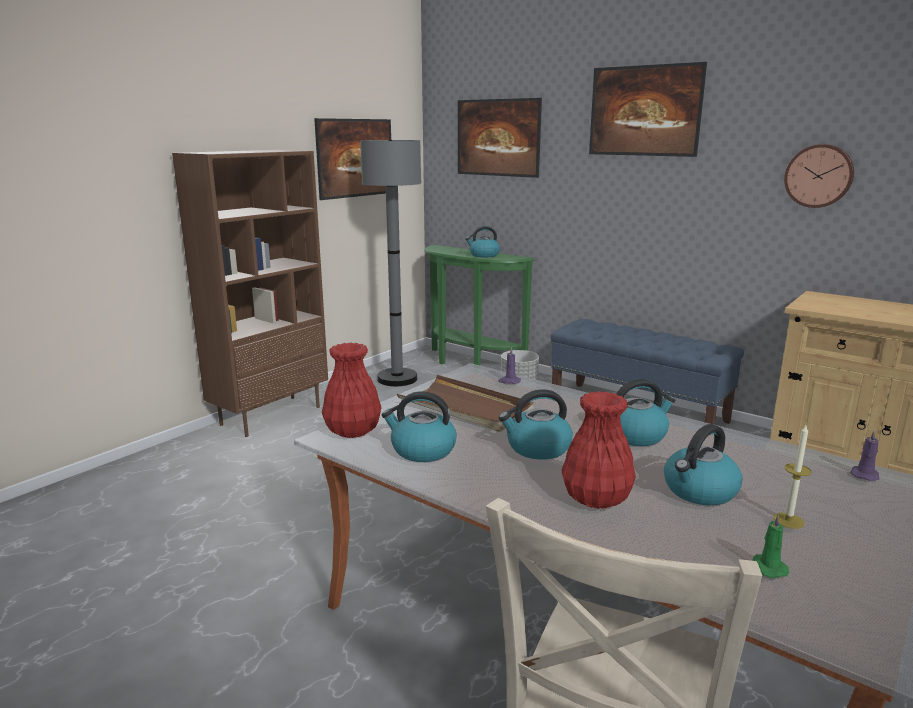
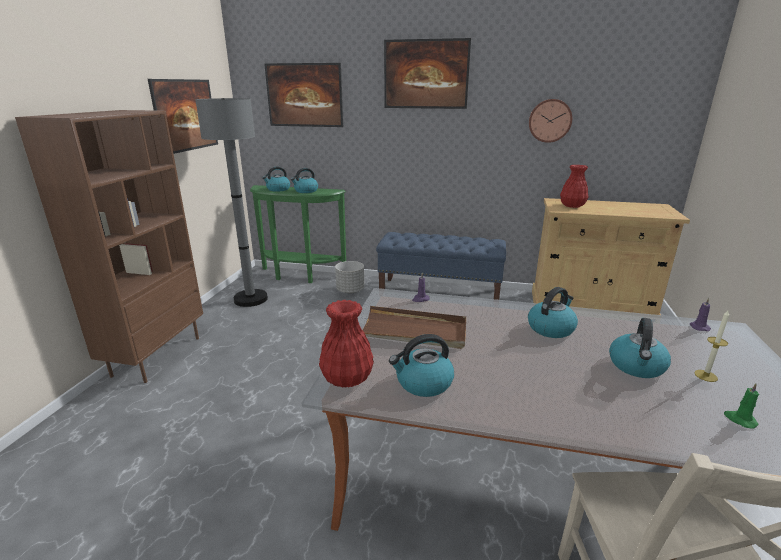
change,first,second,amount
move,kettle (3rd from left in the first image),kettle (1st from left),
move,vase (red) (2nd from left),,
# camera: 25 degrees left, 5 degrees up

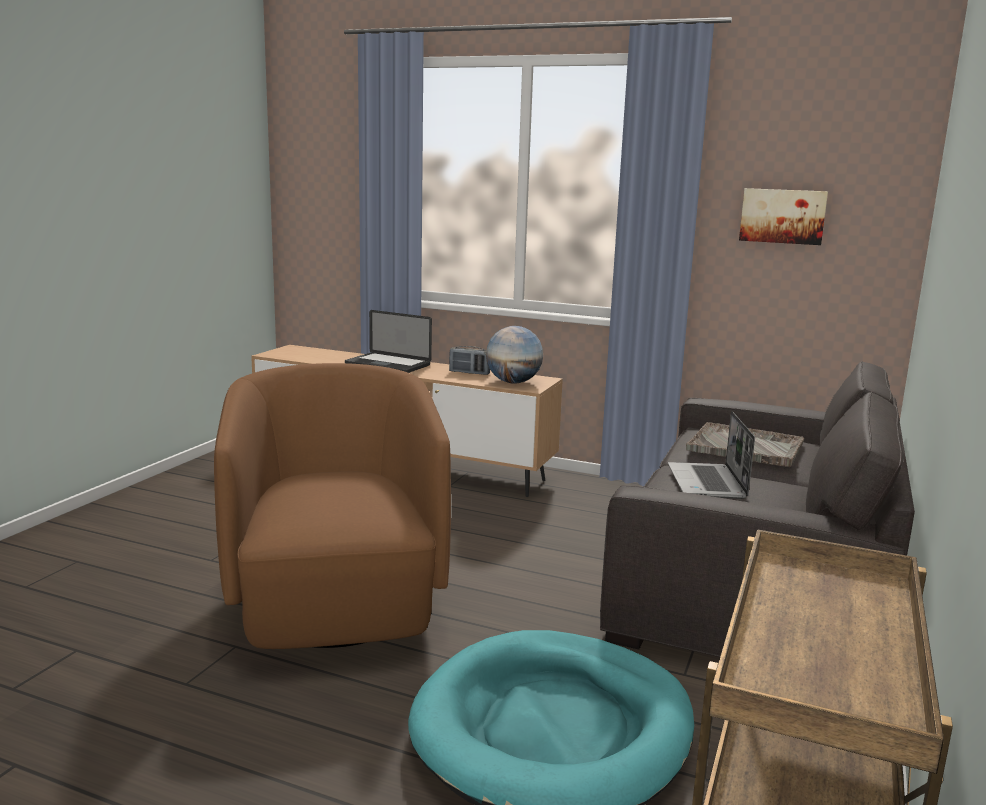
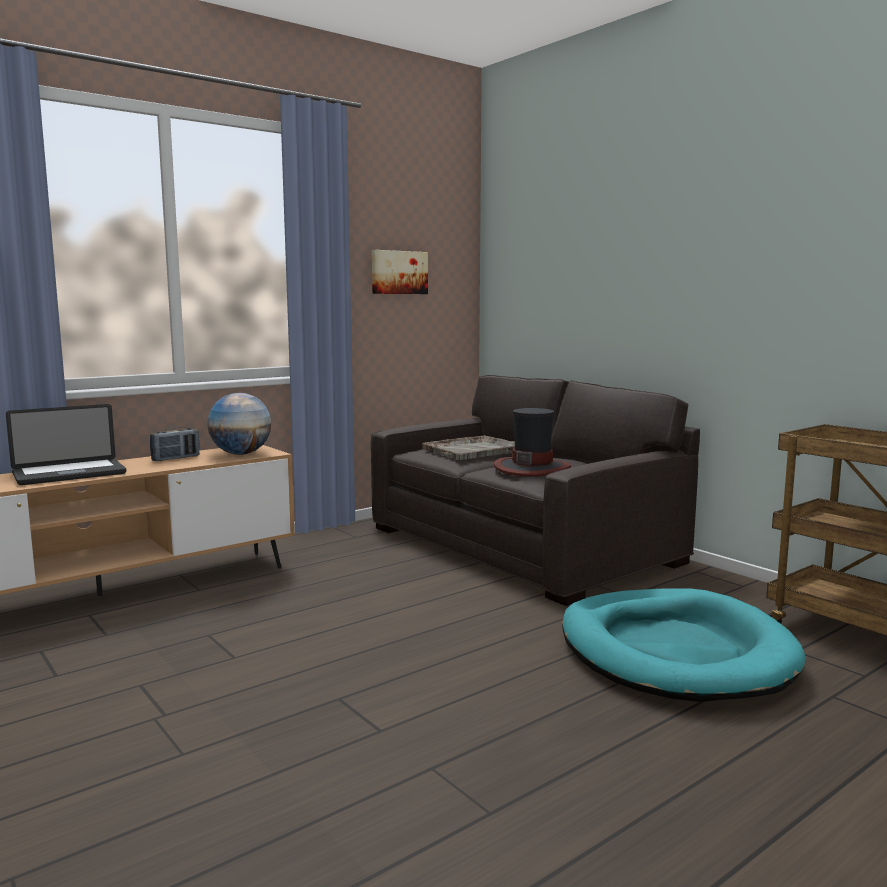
change,first,second,amount
delete,armchair (brown),,
replace,laptop (2nd from left),hat,
# camera: 60 degrees left, 5 degrees down

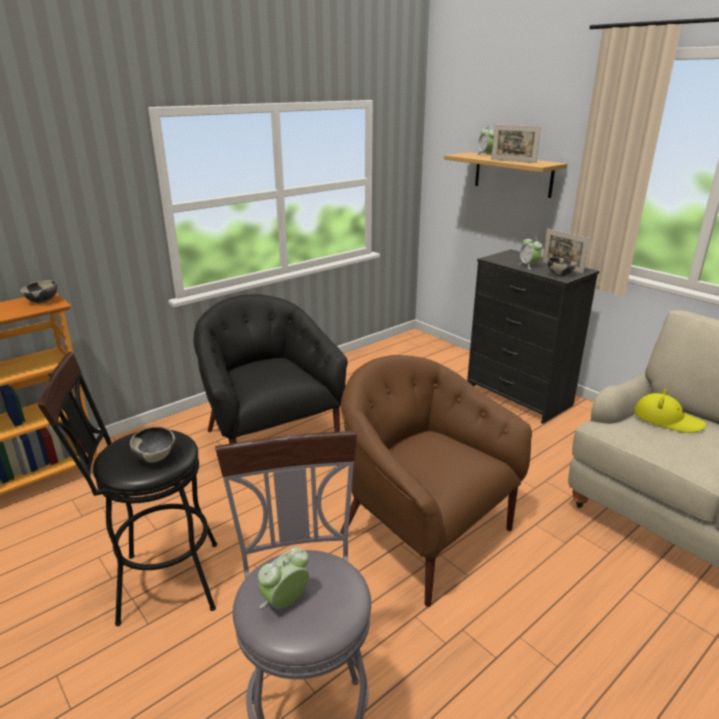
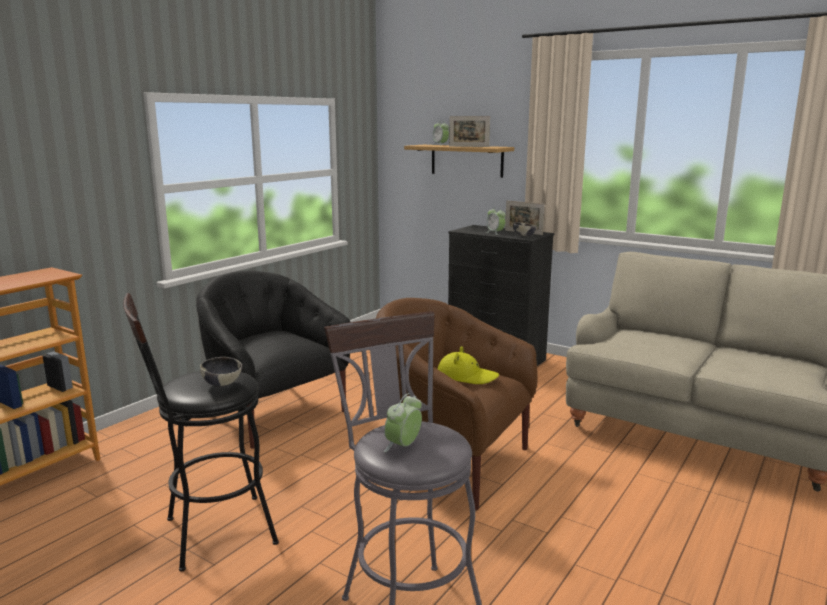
change,first,second,amount
delete,bowl (1st from left),,
move,hat (yellow),,
# camera: 15 degrees left, 10 degrees down

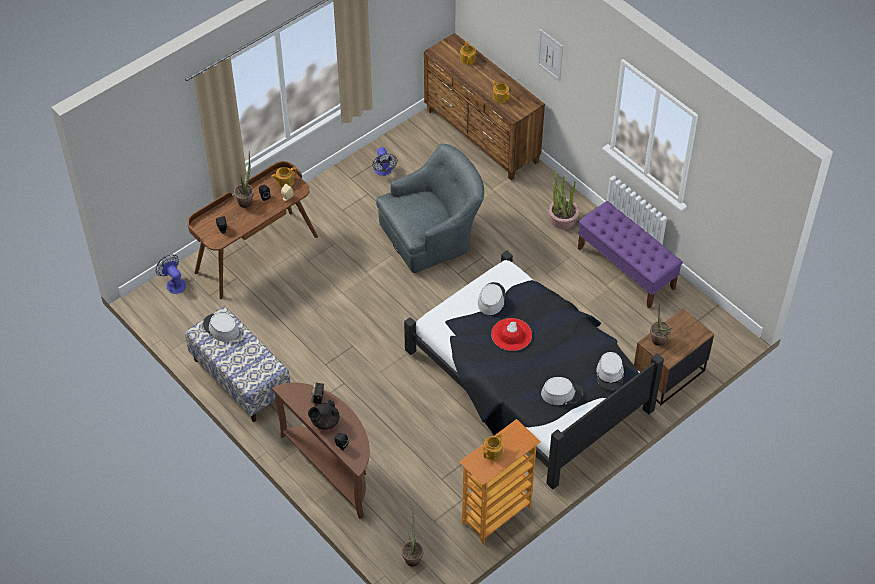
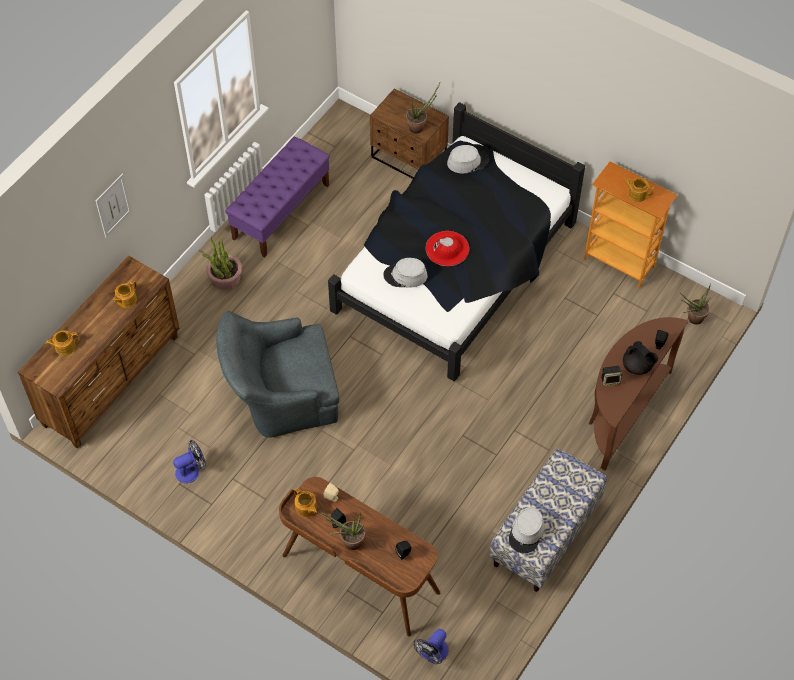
change,first,second,amount
rotate,armchair (grey),,60 degrees counterclockwise
delete,hat (grey) (3rd from left),,
# camera: 105 degrees left, 5 degrees up

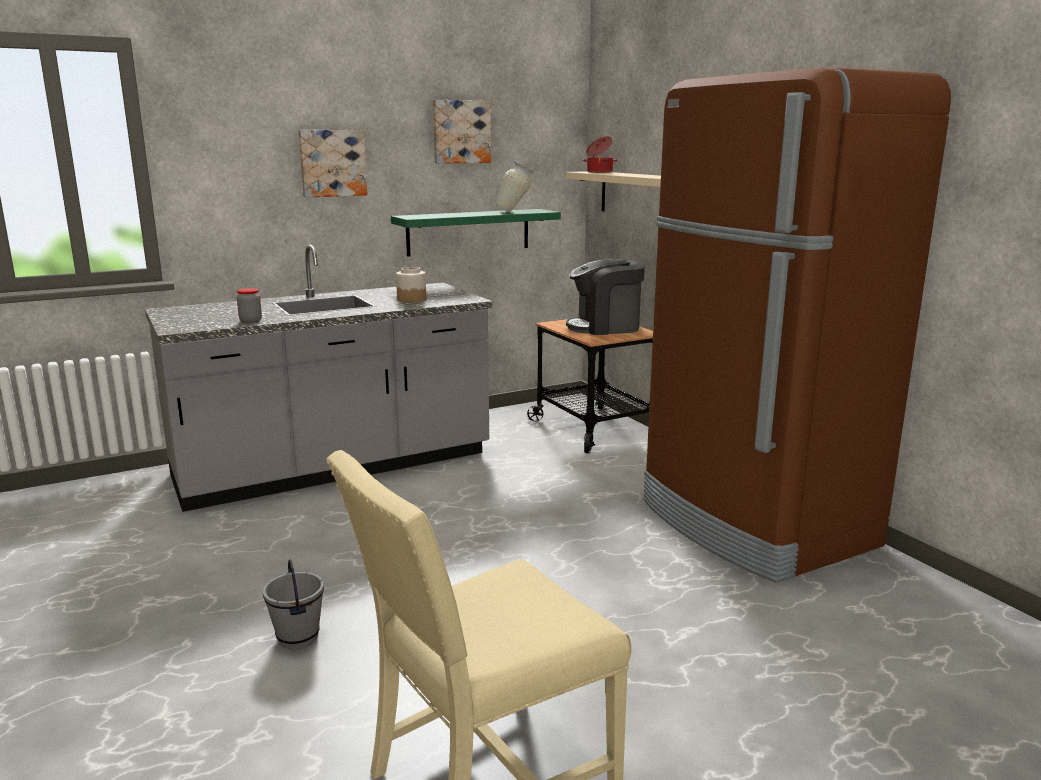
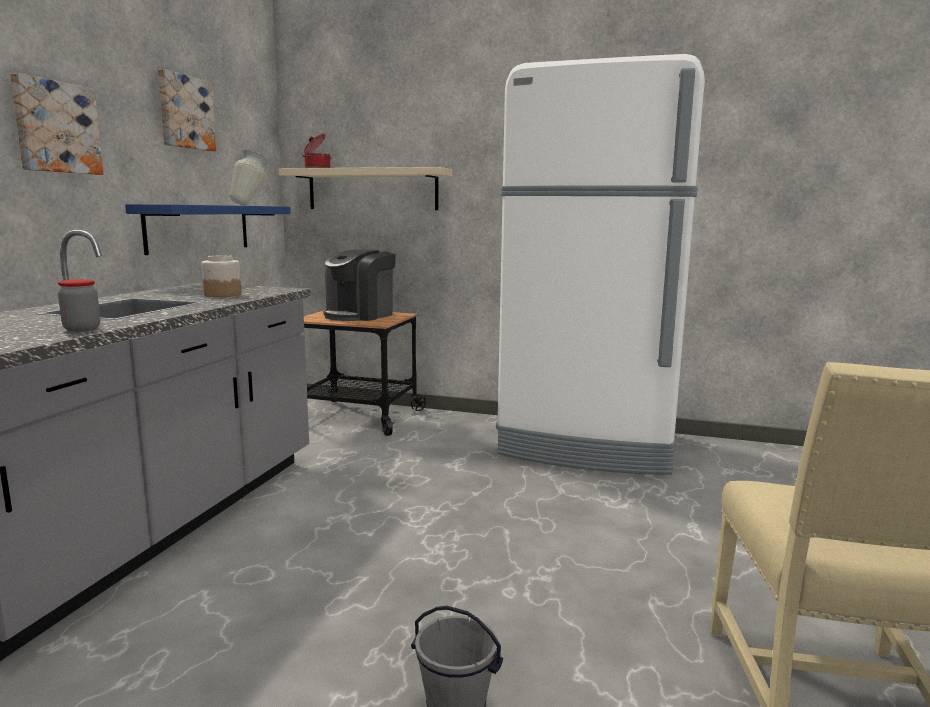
change,first,second,amount
recolor,shelf (green),shelf (blue),
recolor,fridge (brown),fridge (white),
# camera: 45 degrees left, 5 degrees down

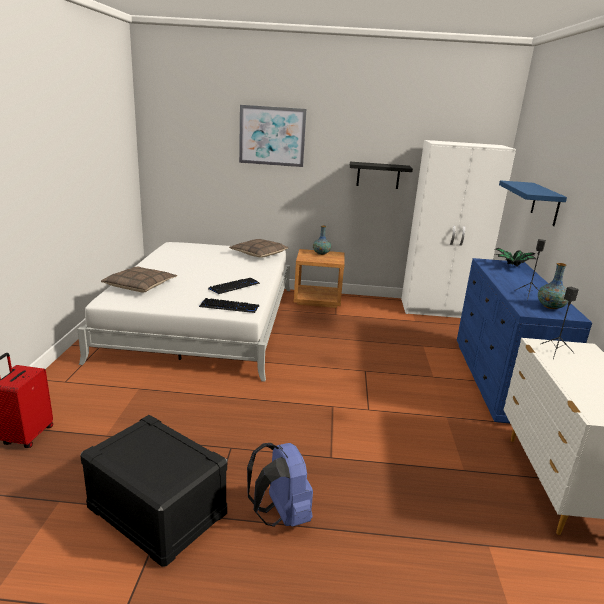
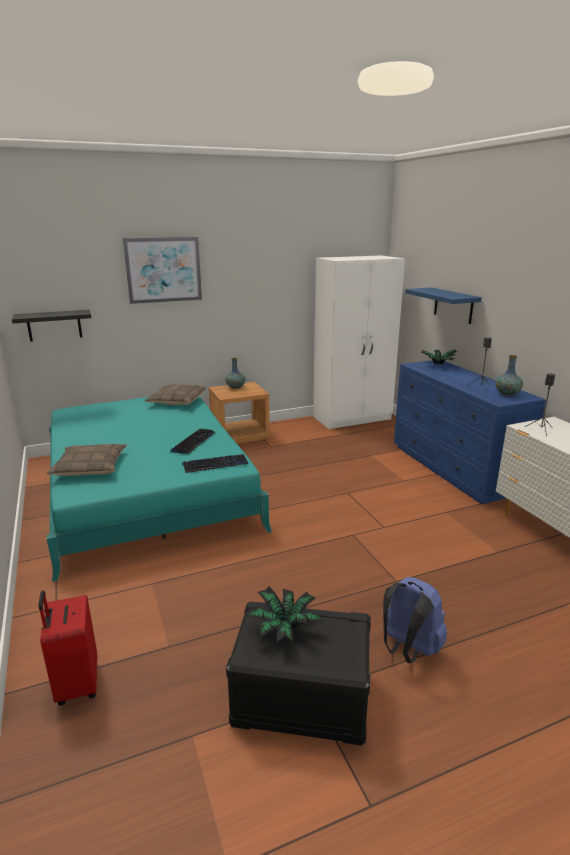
change,first,second,amount
recolor,bed (white),bed (turquoise),
move,shelf (black),,
insert,,potted plant (1st from left),
# camera: 25 degrees left, 0 degrees up

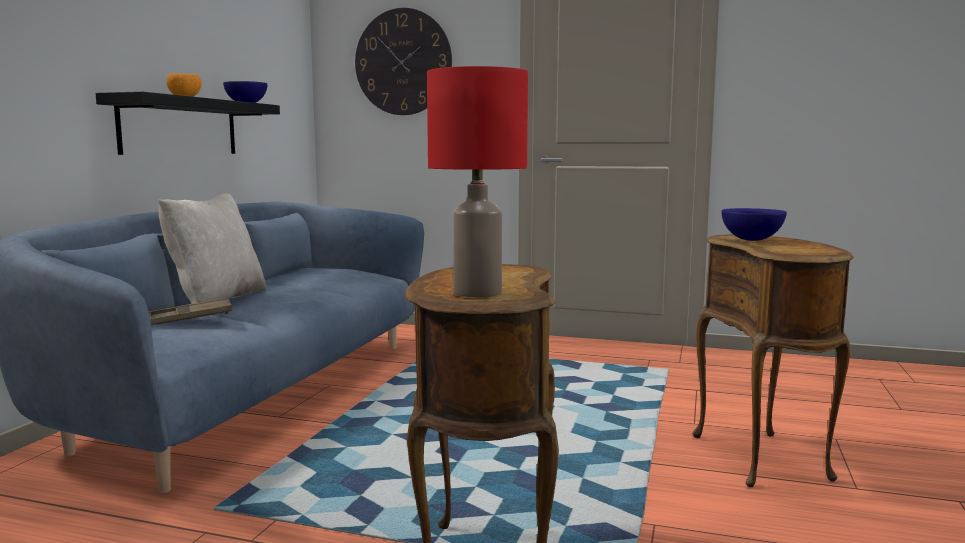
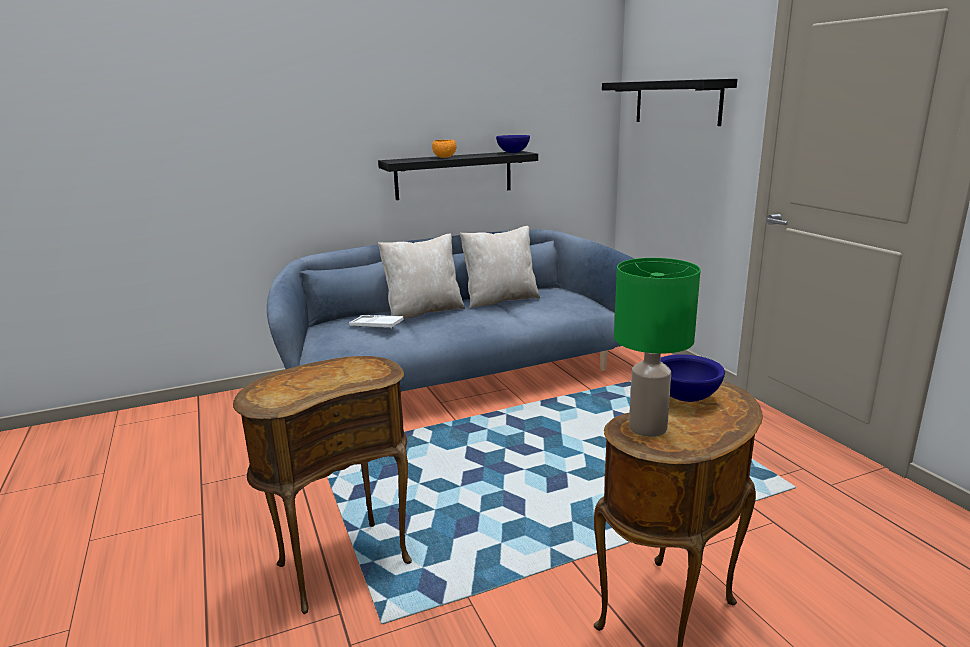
change,first,second,amount
recolor,tray (brown),tray (white),
replace,wall clock,shelf (black) (2nd from left),
delete,table lamp (red),,
insert,,pillow (beige) (2nd from left),
insert,,table lamp (green),
# camera: 50 degrees right, 10 degrees up

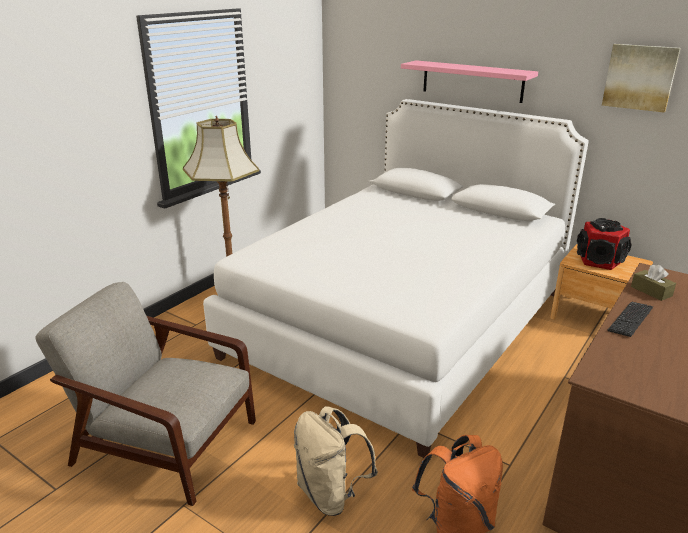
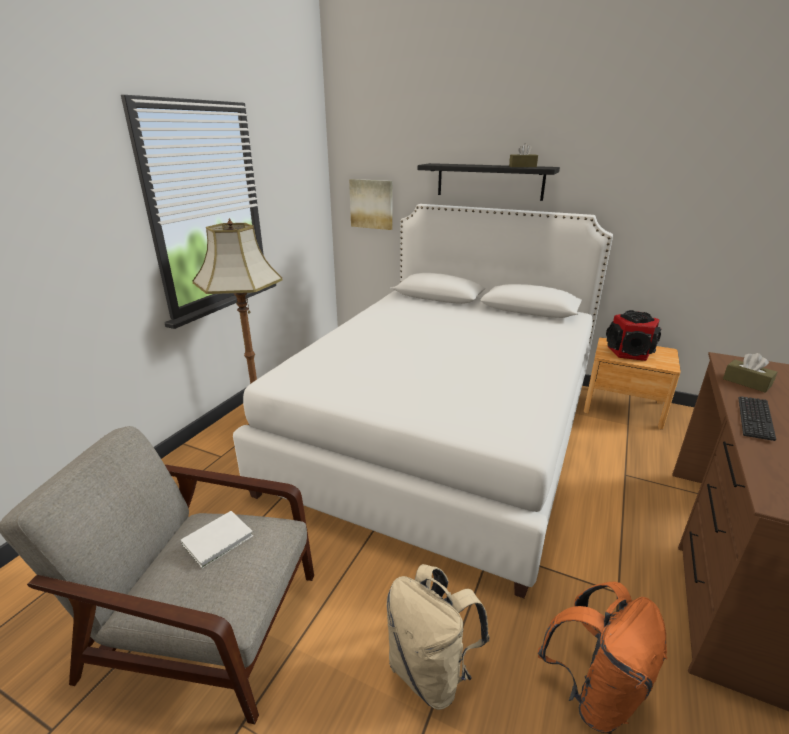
change,first,second,amount
recolor,shelf (pink),shelf (black),
move,picture,,
insert,,book (white),
insert,,tissue box (brown) (1st from left),
# camera: 10 degrees left, 0 degrees up

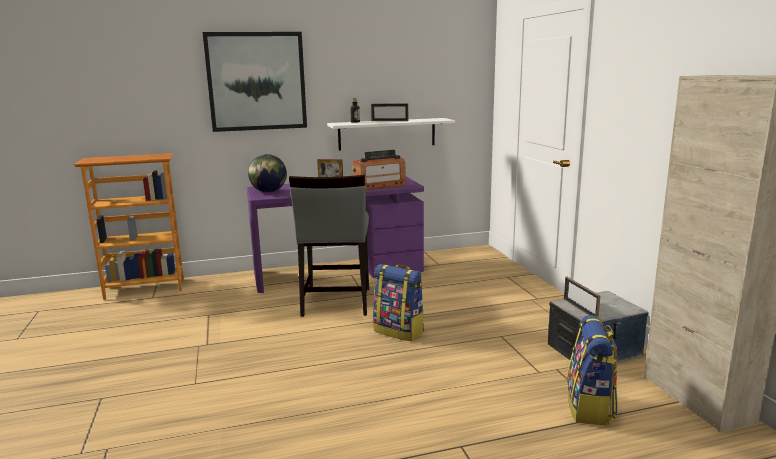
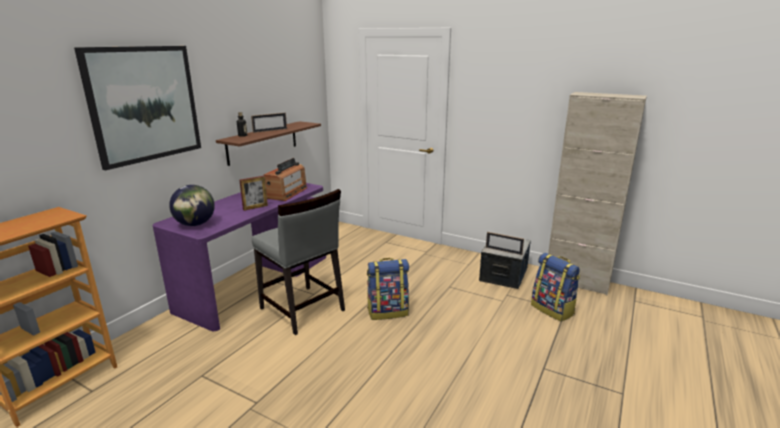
change,first,second,amount
recolor,shelf (white),shelf (brown),
# camera: 45 degrees left, 5 degrees up

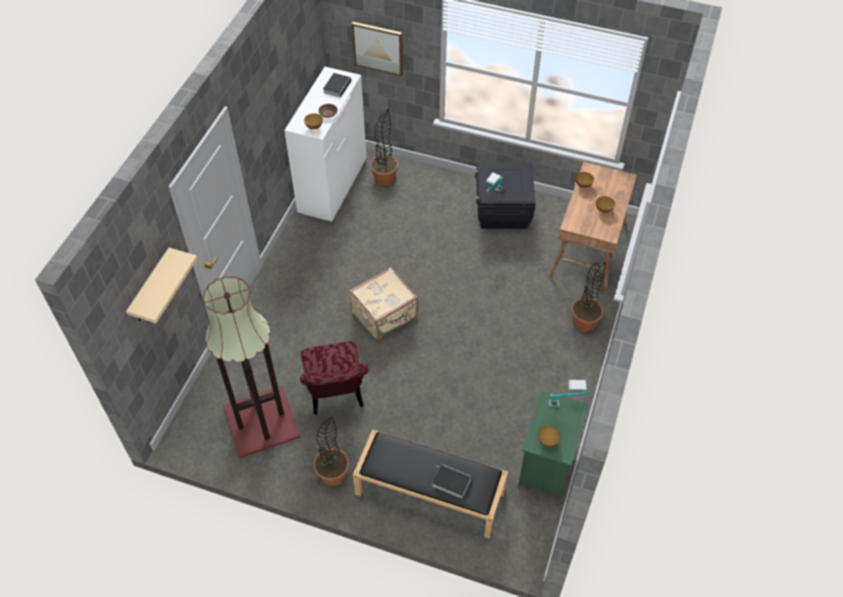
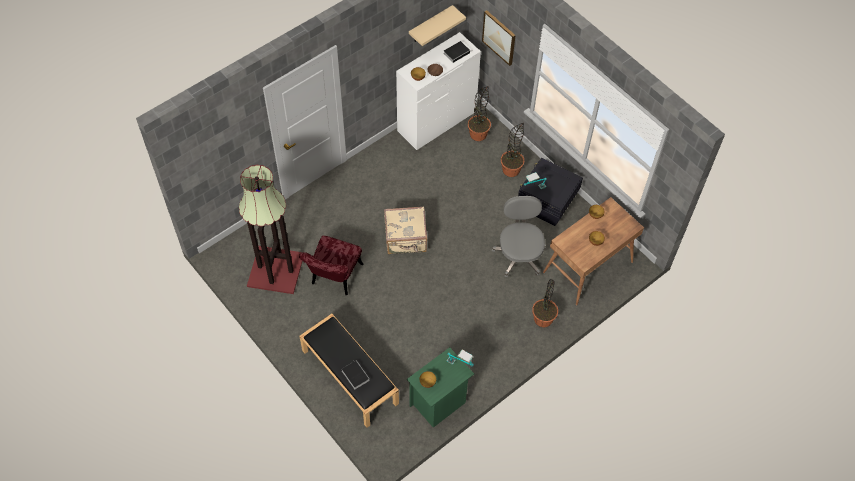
change,first,second,amount
move,shelf (beige),,
move,potted plant (1st from left in the first image),potted plant (2nd from left),
insert,,office chair (grey),
# camera: 30 degrees right, 5 degrees up

